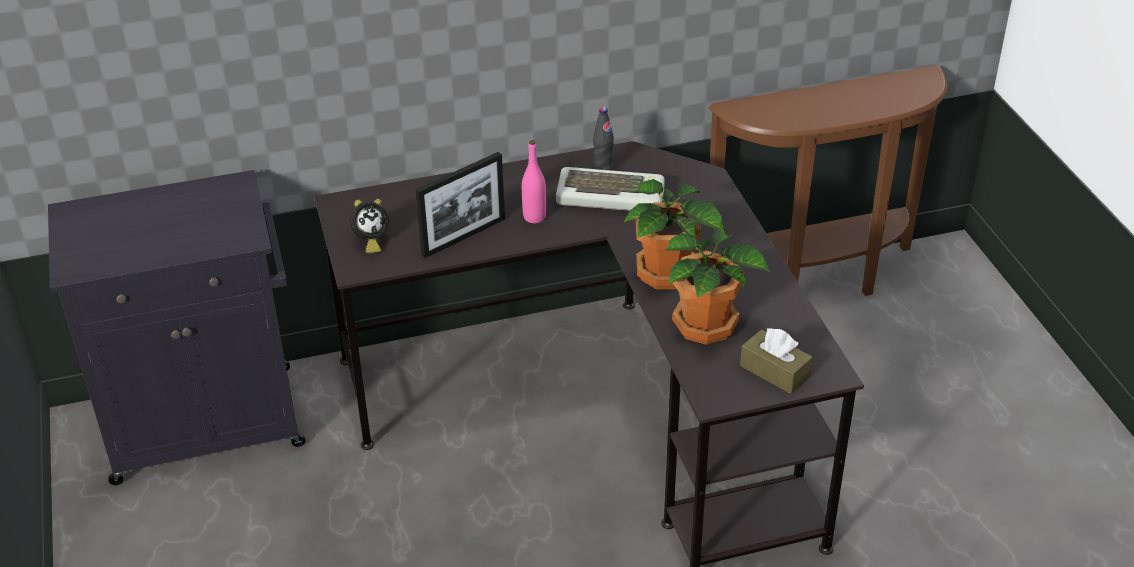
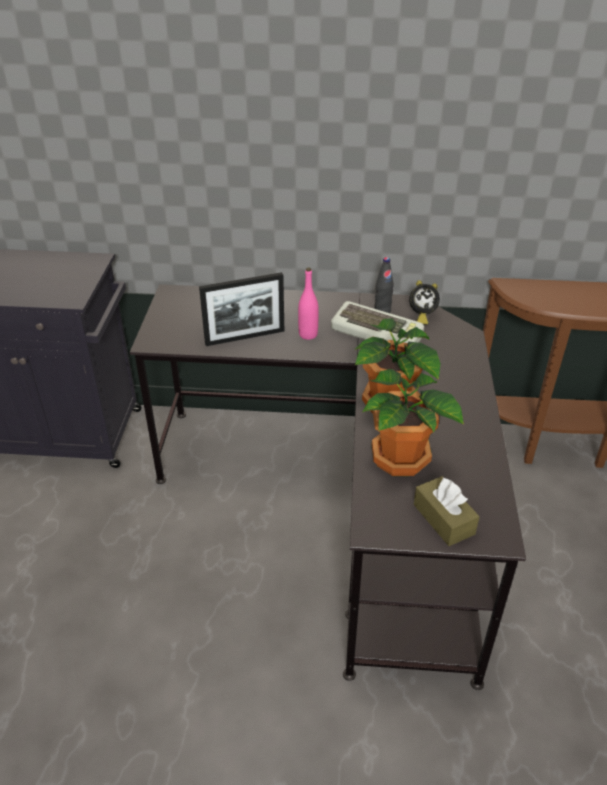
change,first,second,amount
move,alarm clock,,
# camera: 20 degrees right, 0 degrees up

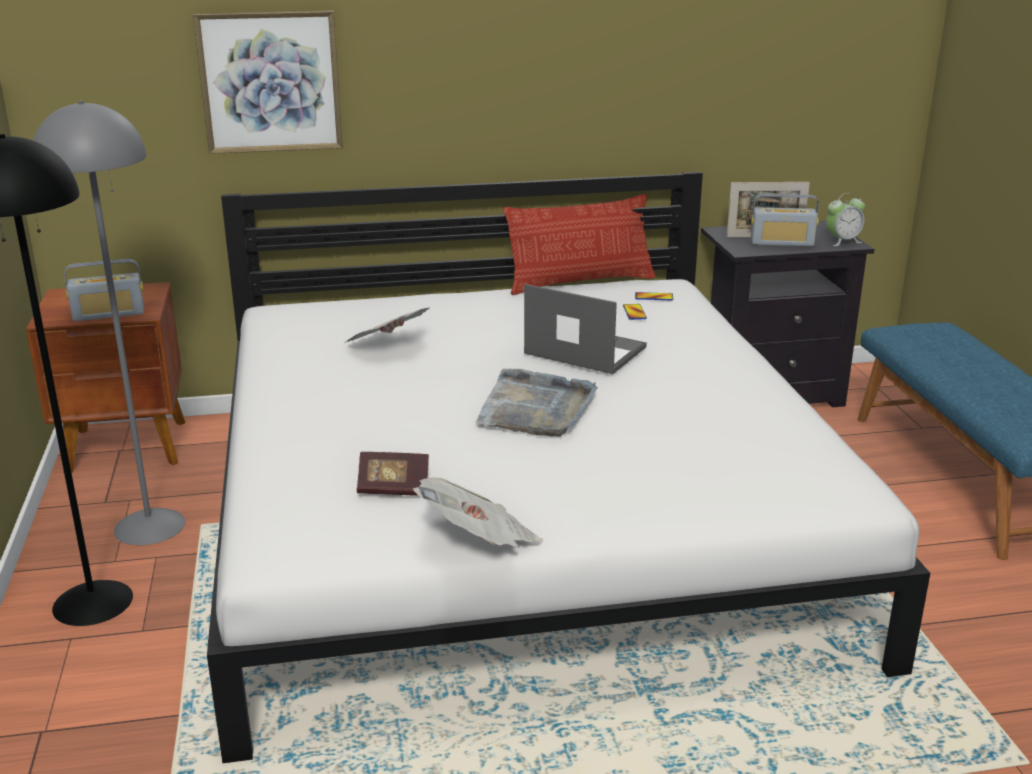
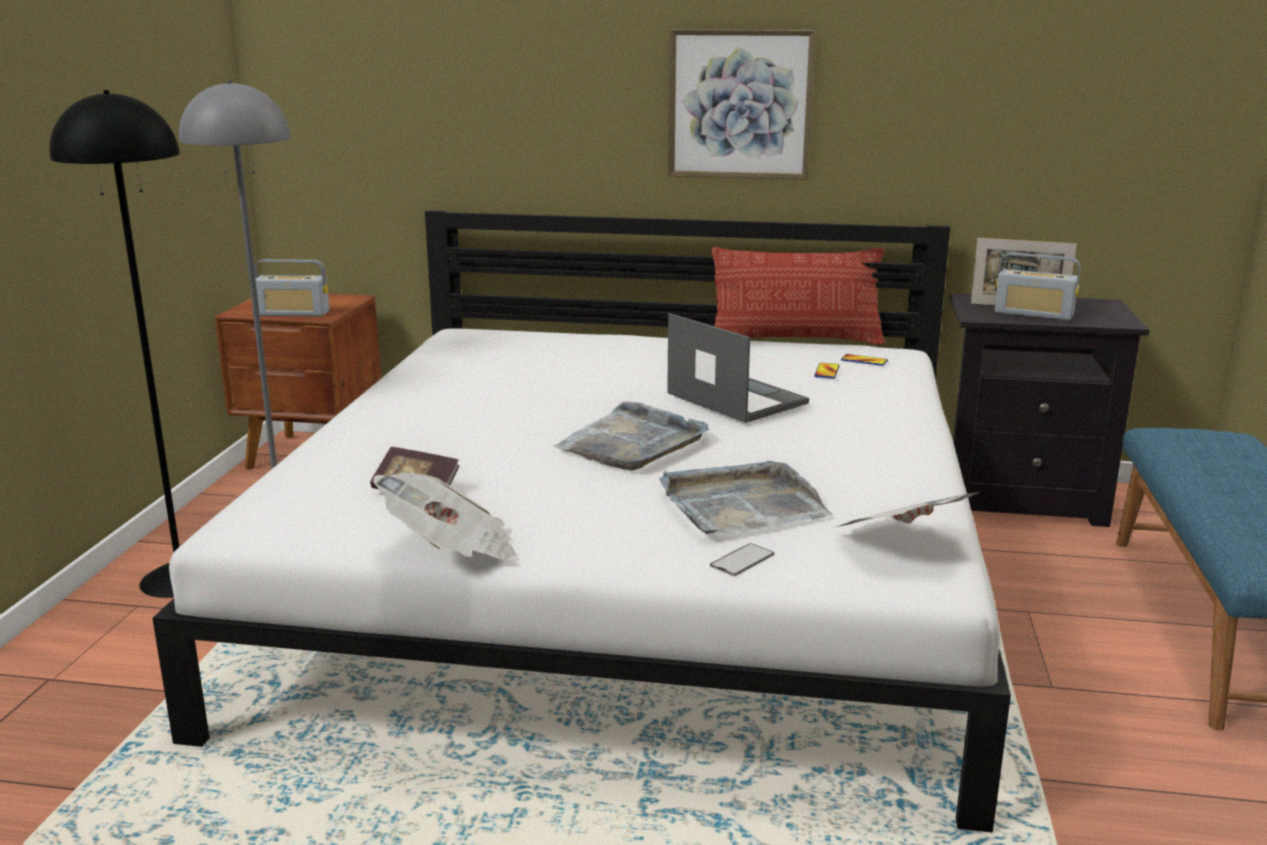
change,first,second,amount
move,picture,,
move,newspaper (1st from left in the first image),newspaper (2nd from left),
delete,alarm clock,,
insert,,tray (grey) (2nd from left),
insert,,phone (1st from left),
# camera: 20 degrees right, 5 degrees down

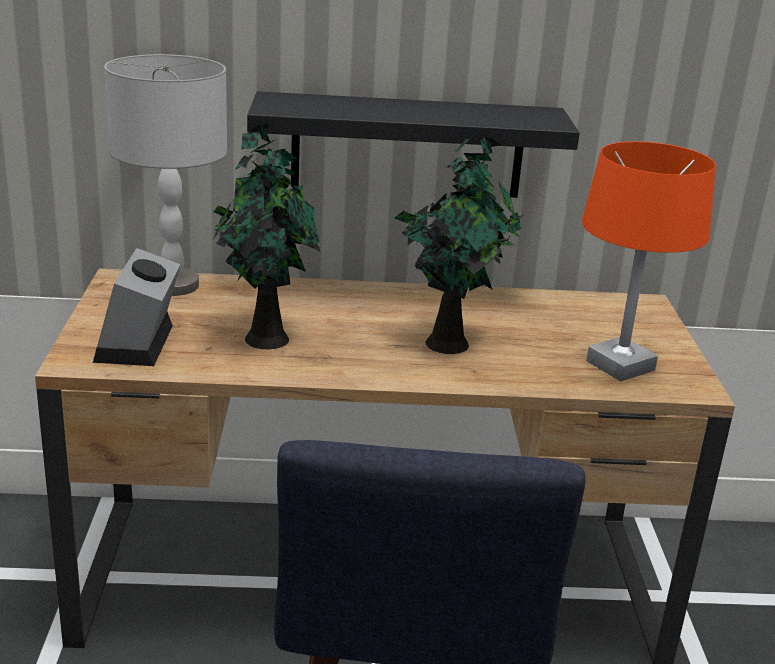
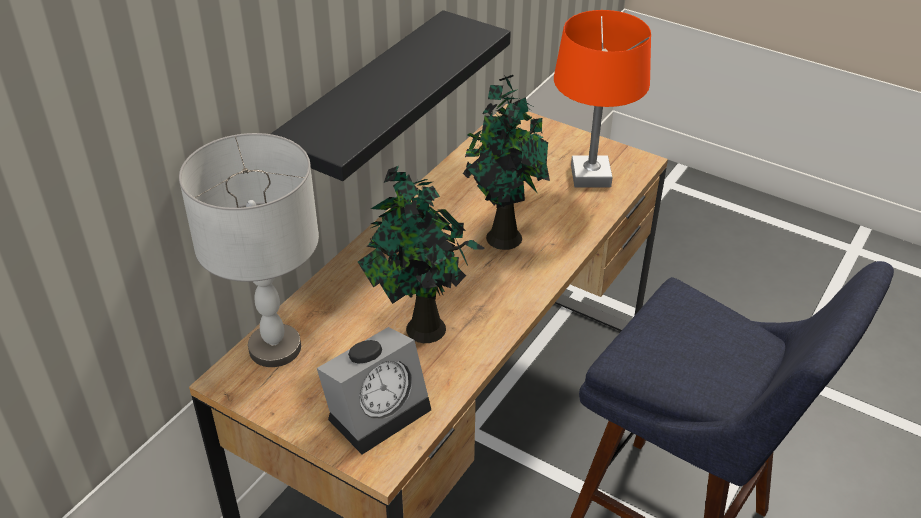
change,first,second,amount
rotate,alarm clock,,75 degrees counterclockwise
# camera: 55 degrees left, 15 degrees up

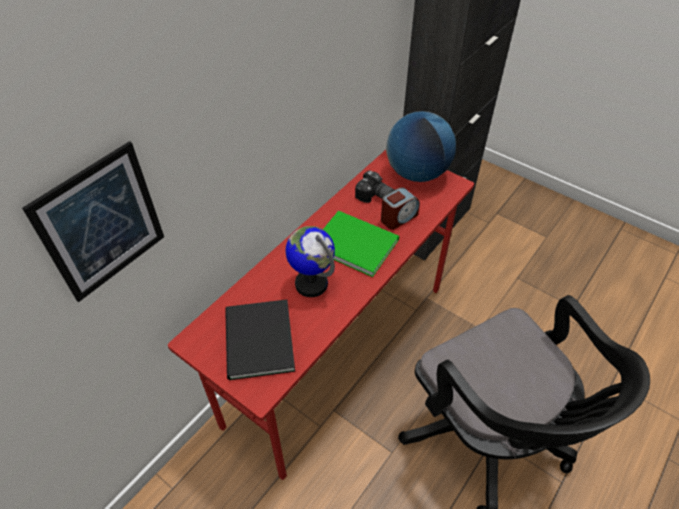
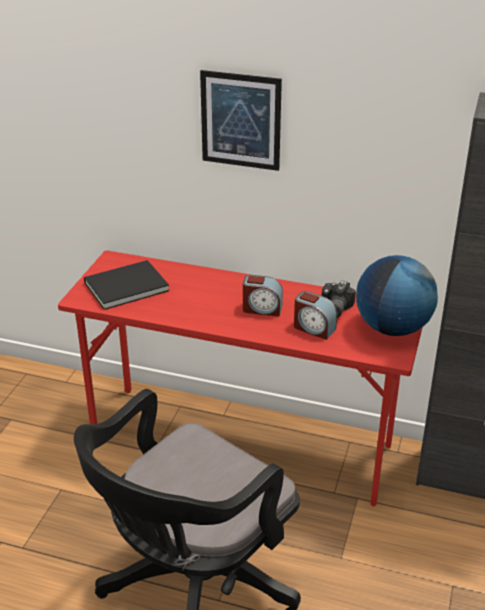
change,first,second,amount
move,picture,,
delete,globe (1st from left),,
replace,book (green),alarm clock (1st from left),
# camera: 70 degrees right, 15 degrees down

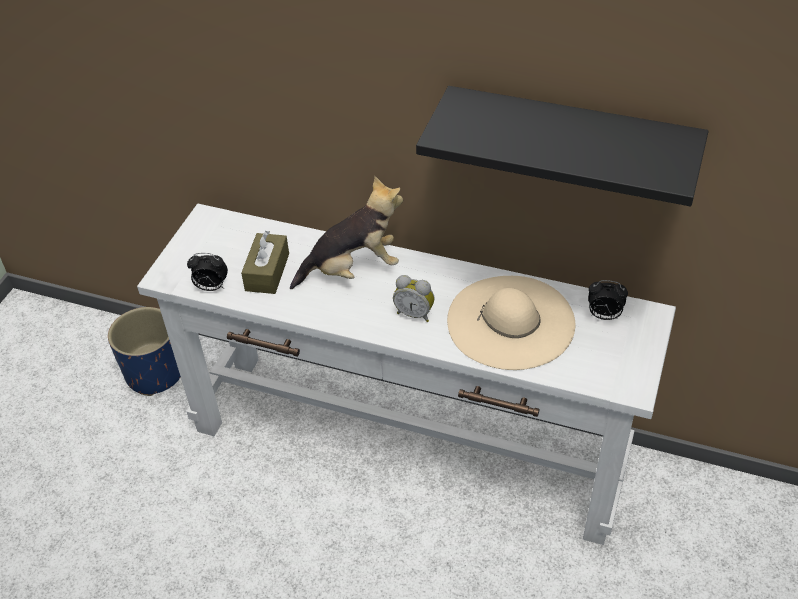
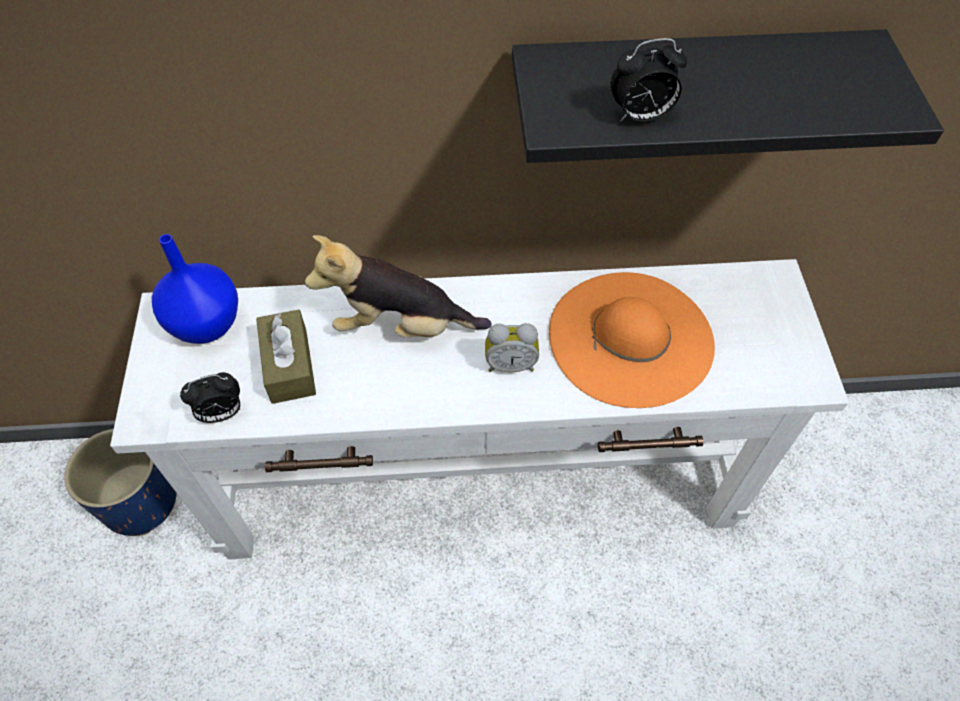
change,first,second,amount
rotate,plush toy,,135 degrees counterclockwise
recolor,hat (beige),hat (orange),
move,alarm clock (3rd from left),,
insert,,vase (blue),
# camera: 25 degrees left, 10 degrees up

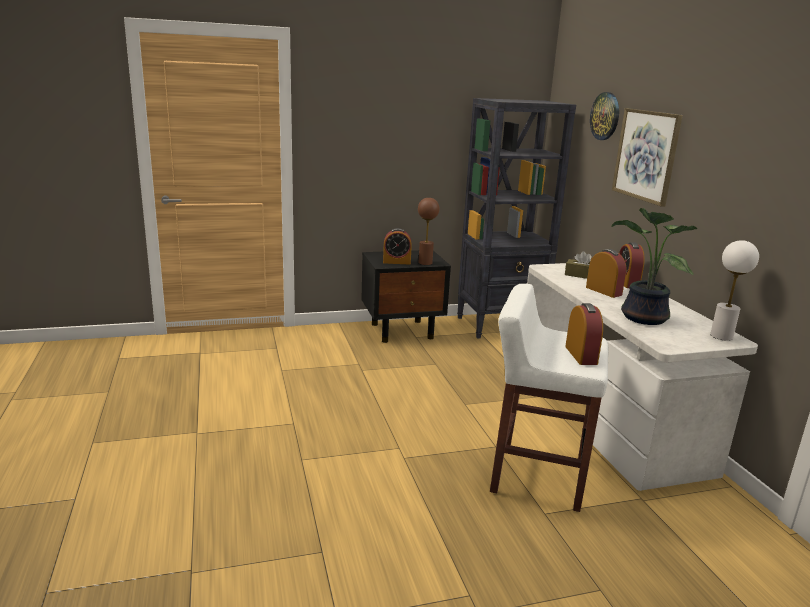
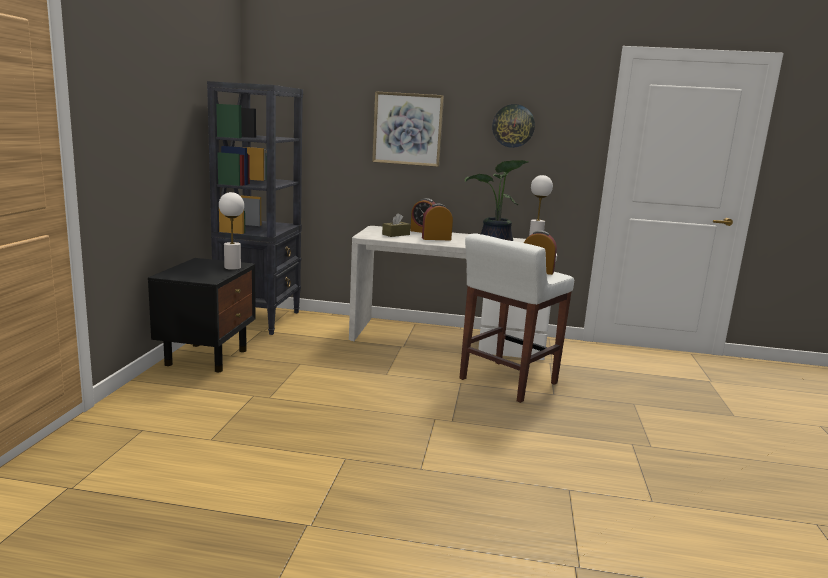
change,first,second,amount
delete,alarm clock (1st from left),,
recolor,table lamp (brown),table lamp (white) (1st from left),
move,wall clock,,
# camera: 65 degrees left, 5 degrees down

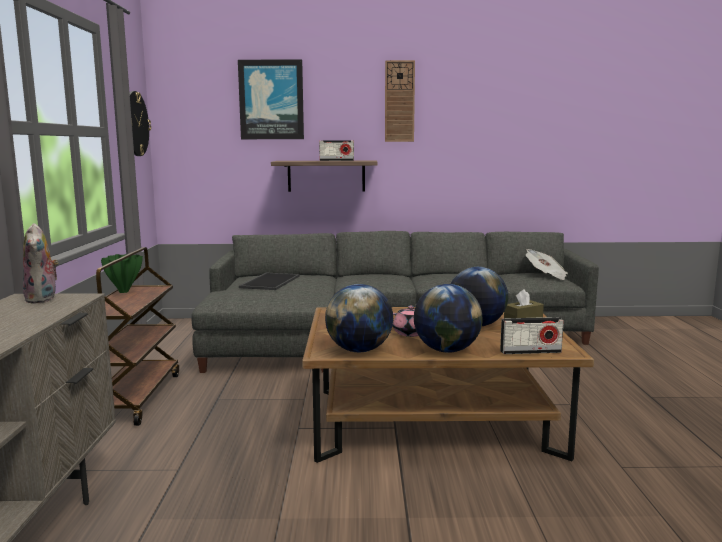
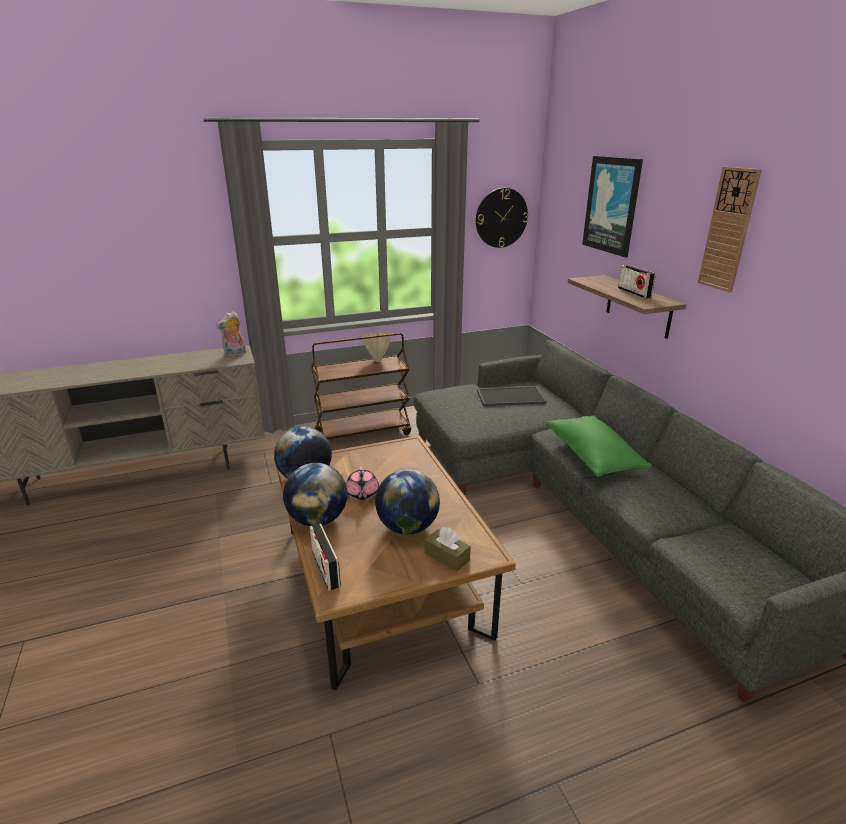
change,first,second,amount
recolor,vase (green),vase (beige),
delete,newspaper,,
insert,,pillow (green),
# camera: 70 degrees right, 15 degrees up

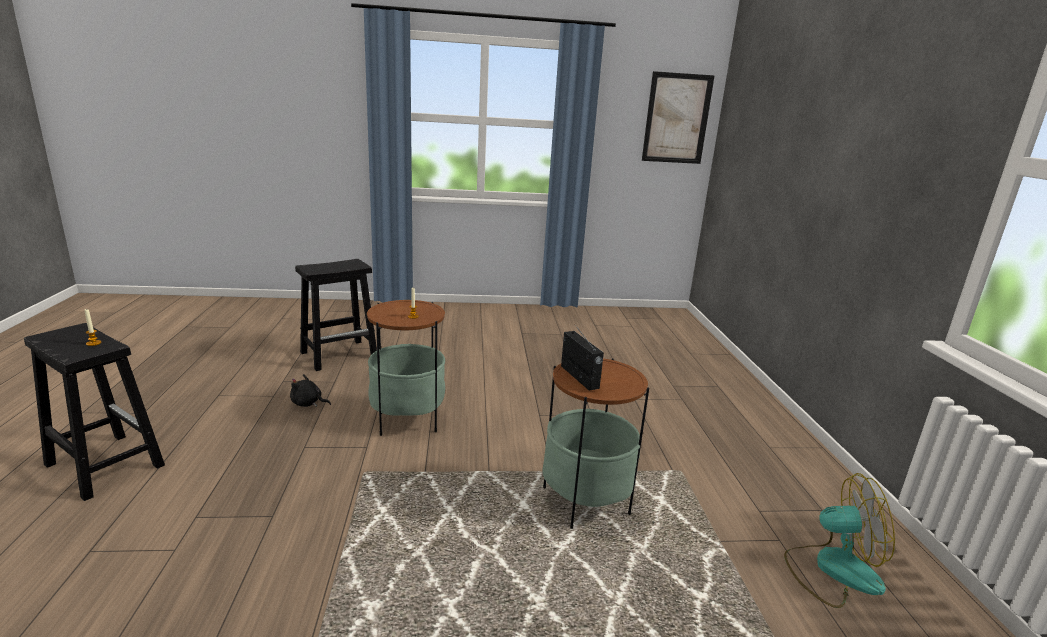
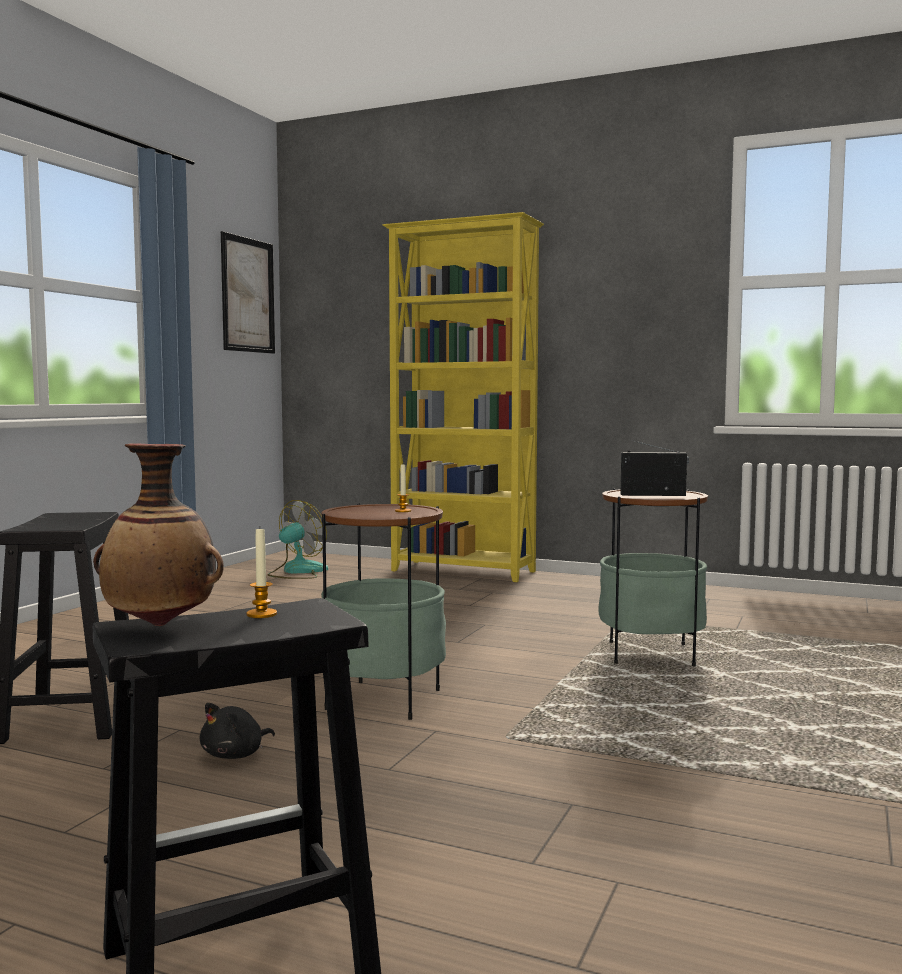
change,first,second,amount
move,fan,,
insert,,vase,
insert,,bookcase (yellow),
# camera: 60 degrees left, 15 degrees down

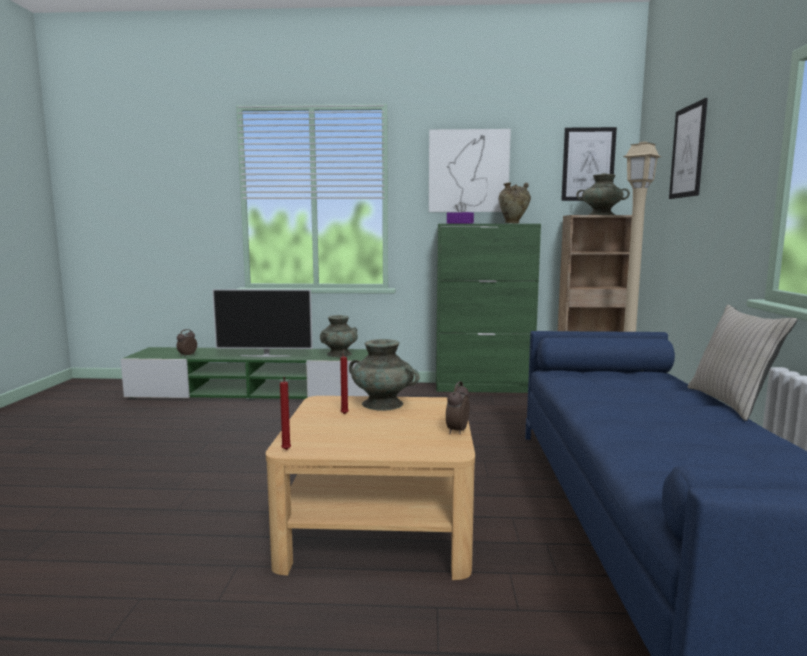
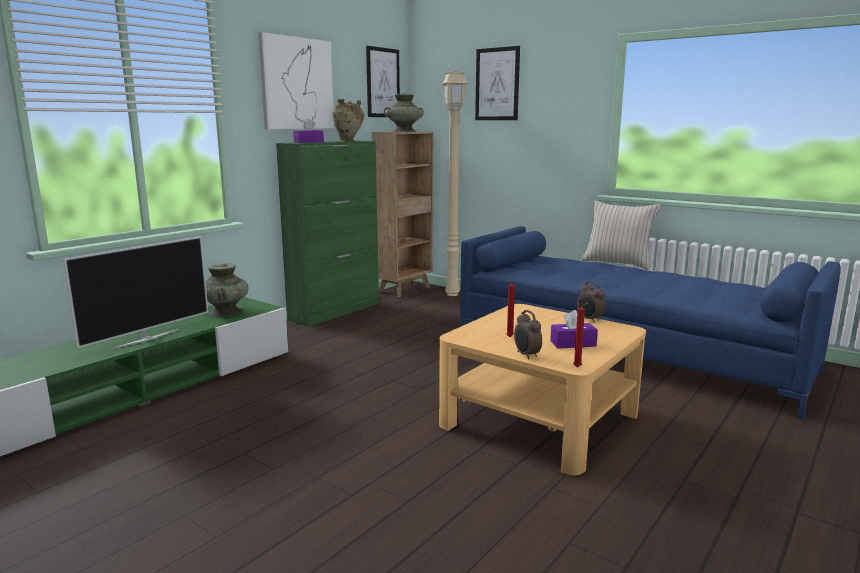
change,first,second,amount
move,alarm clock (1st from left),,
delete,vase (turquoise) (2nd from left),,
insert,,tissue box (purple) (2nd from left),
# camera: 55 degrees left, 5 degrees up

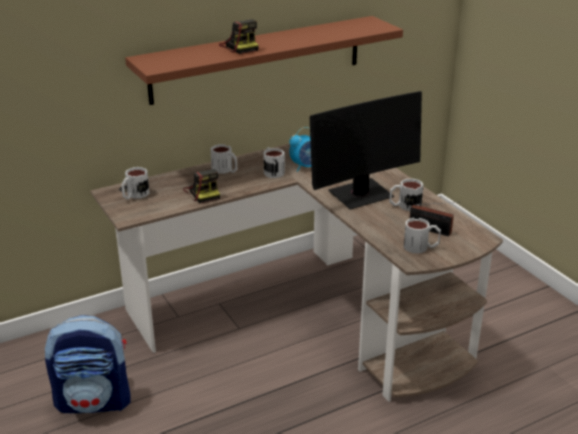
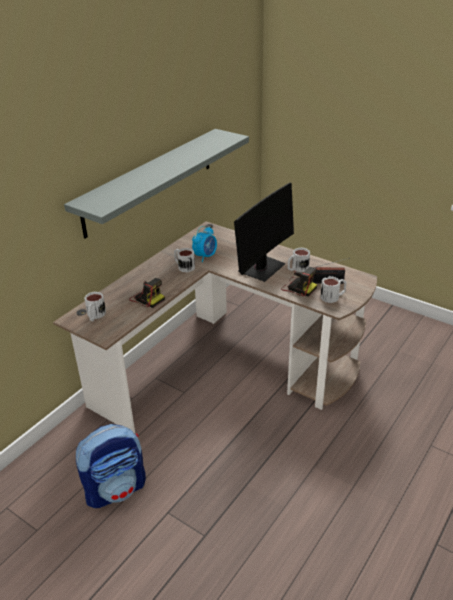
change,first,second,amount
recolor,shelf (brown),shelf (grey),
delete,mug (2nd from left),,
move,photo camera (2nd from left),,
# camera: 25 degrees left, 5 degrees up

